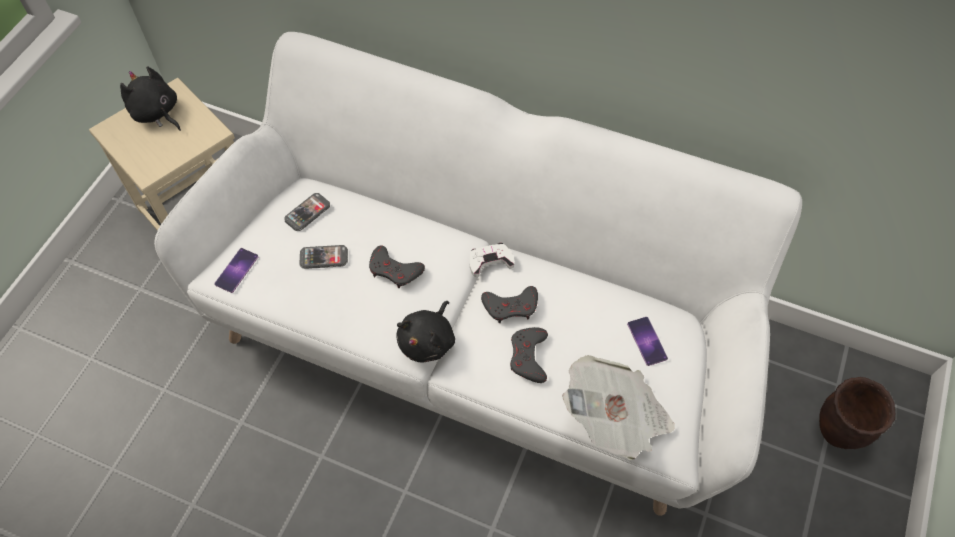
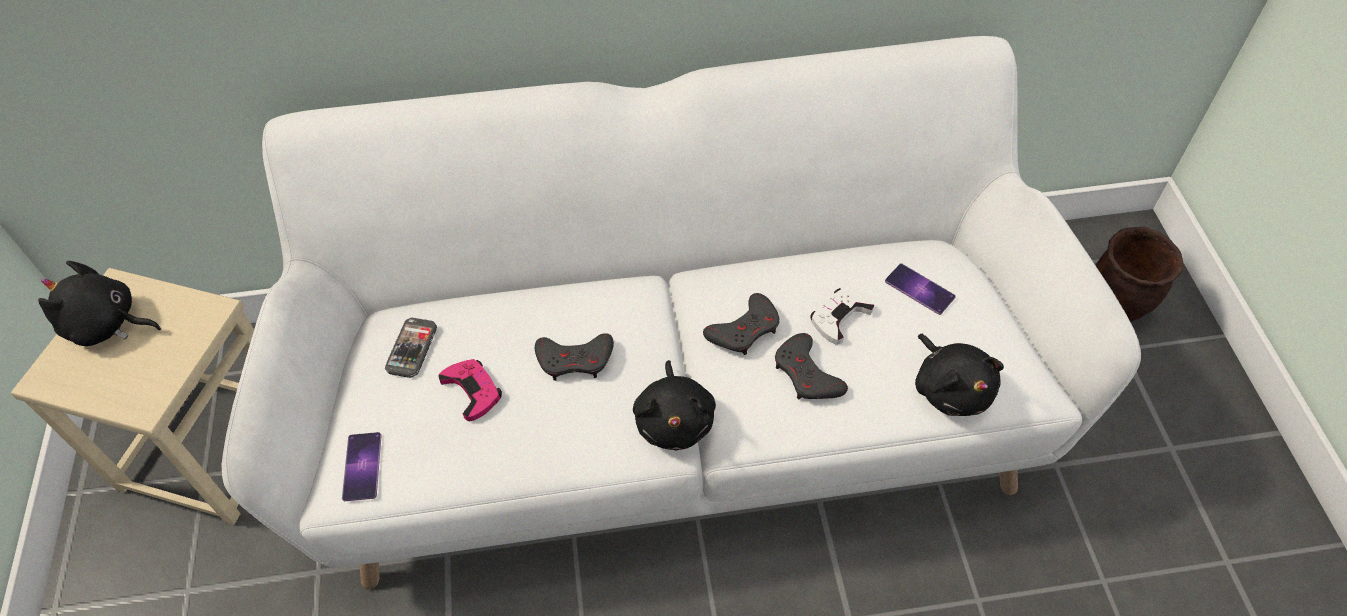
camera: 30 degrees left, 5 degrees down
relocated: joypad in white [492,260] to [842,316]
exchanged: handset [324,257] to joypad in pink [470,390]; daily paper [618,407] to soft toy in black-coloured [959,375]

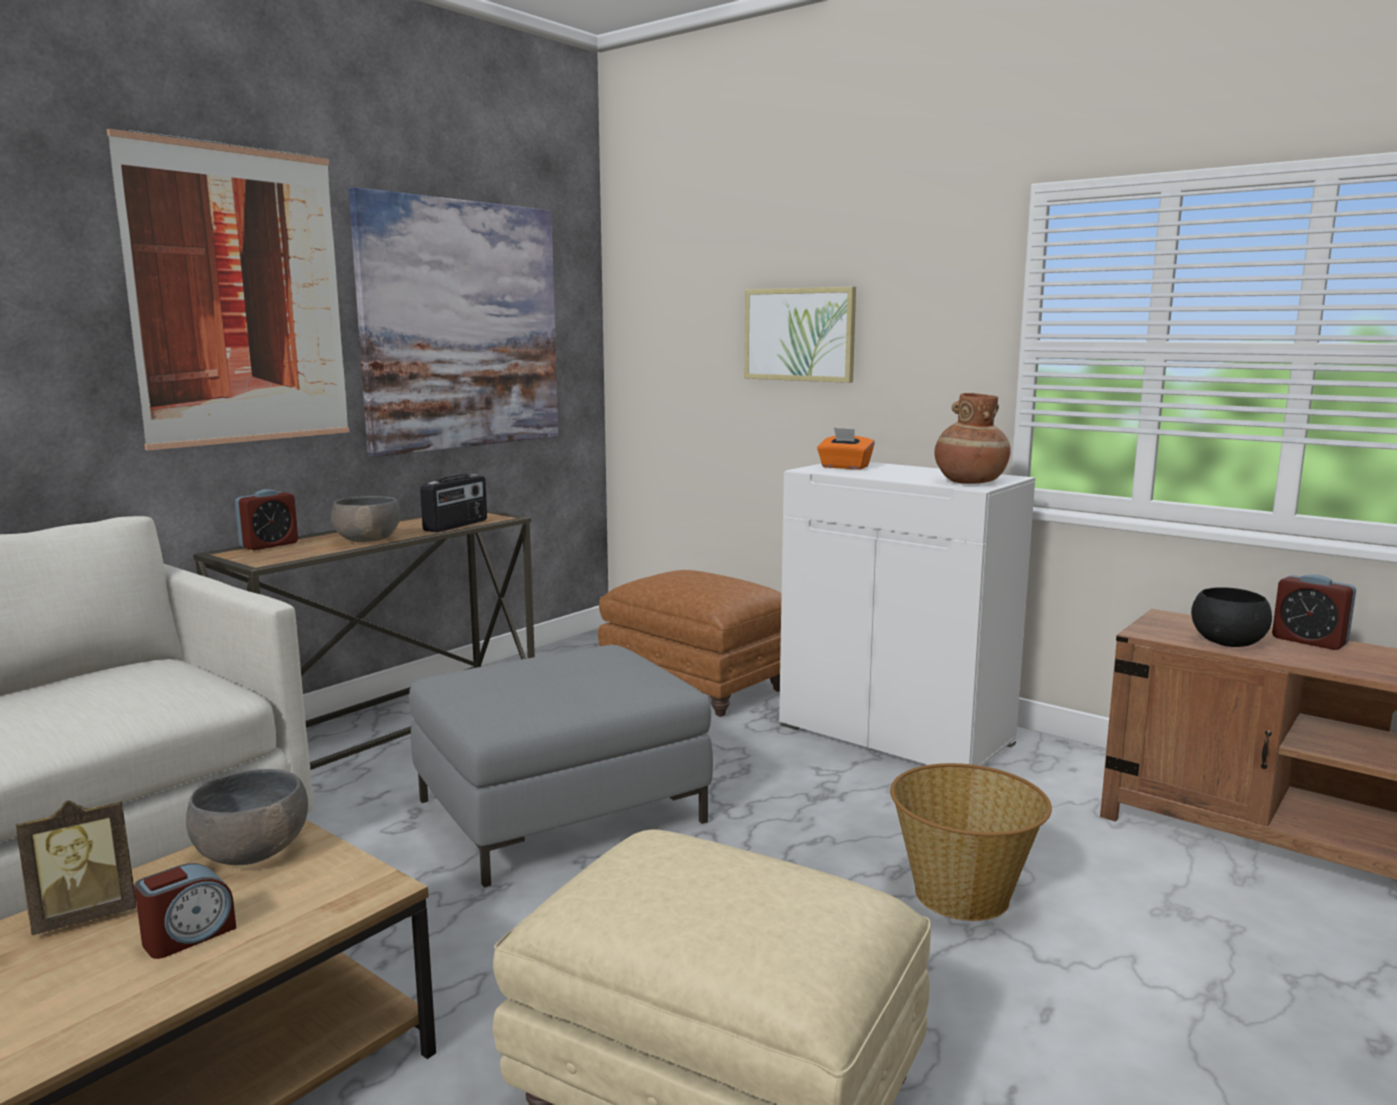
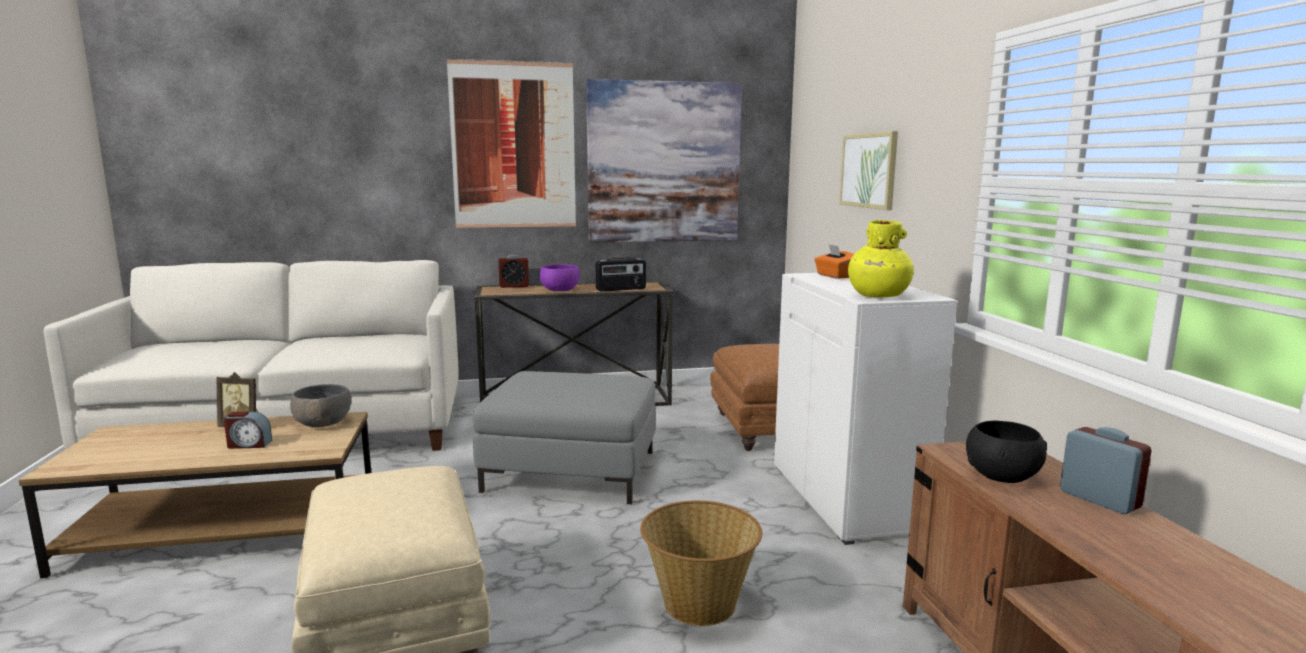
camera: 40 degrees right, 0 degrees up
colour: serving bowl in greyish [366,519] to serving bowl in purple [560,277]; decorative vase in brown [972,438] to decorative vase in yellow-coloured [881,258]
spun: table clock [1314,612] = [1106,470] 150 degrees clockwise

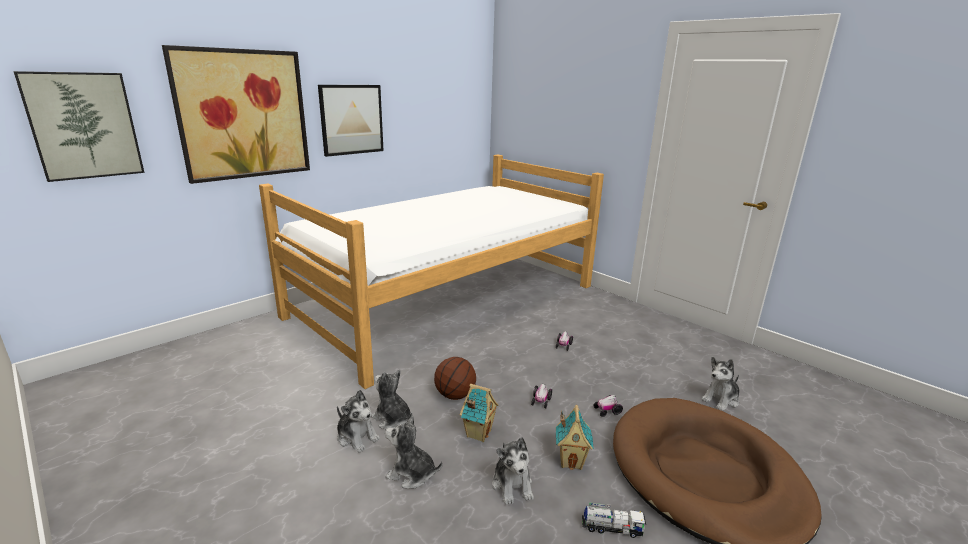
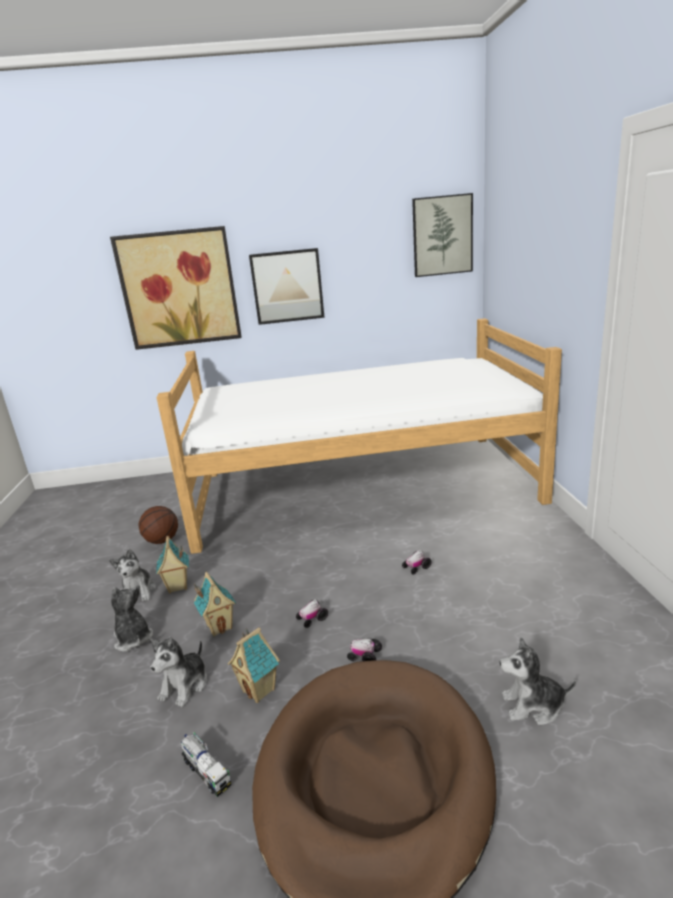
camera: 40 degrees right, 0 degrees up
relocated: picture [79,126] to [442,235]; basketball [455,378] to [158,525]
exchanged: soft toy [391,399] to miniature house [172,564]

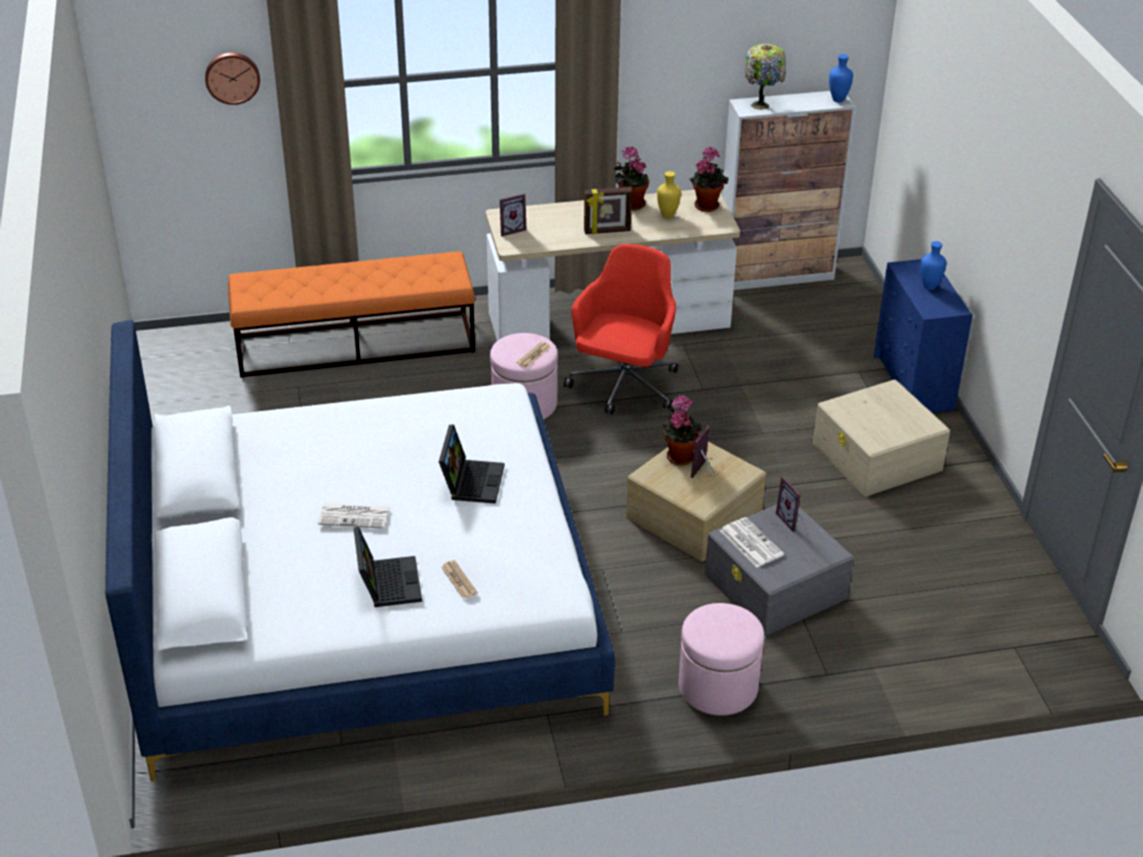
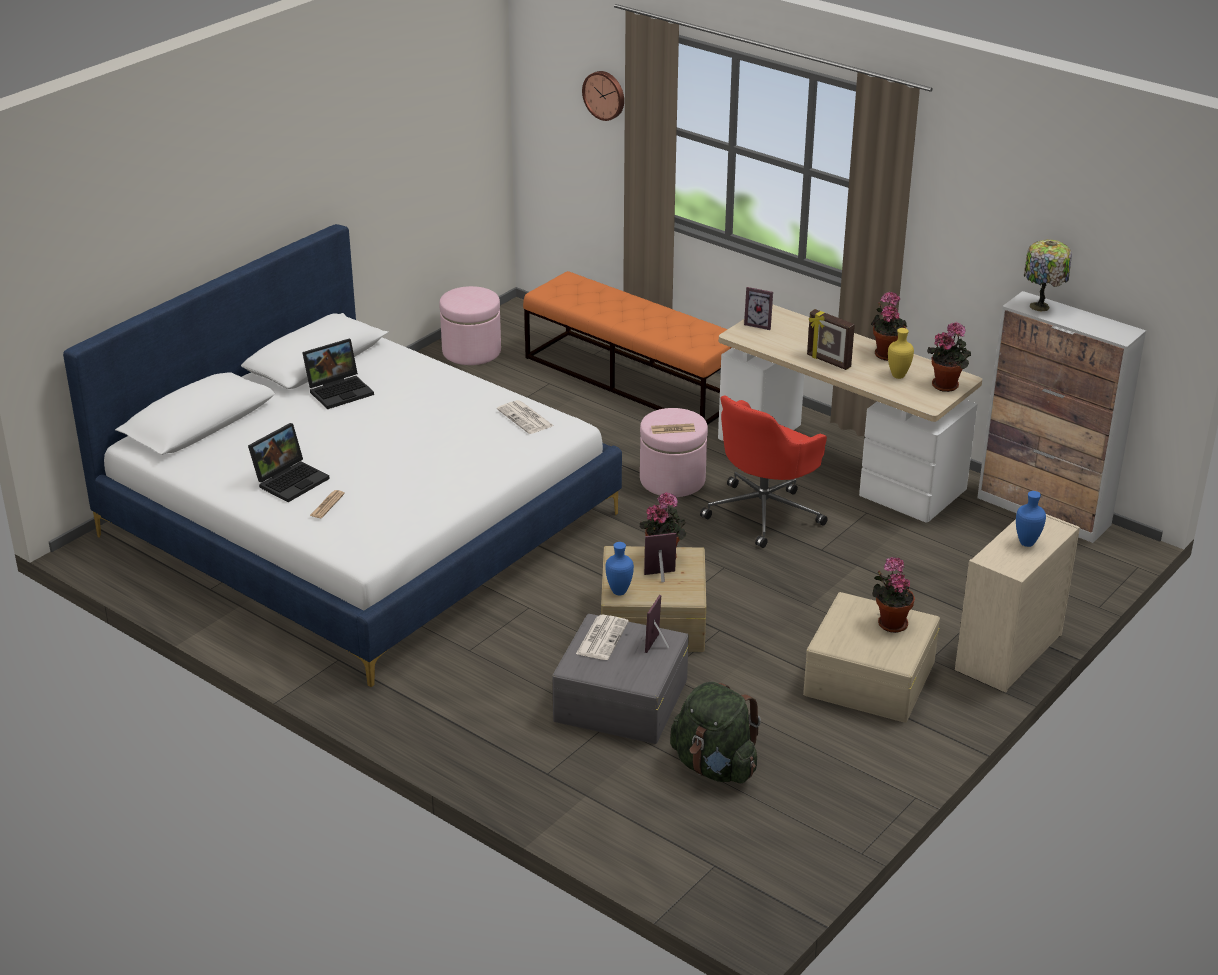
camera: 50 degrees right, 5 degrees down
appeared: knapsack in green [715,733]; houseplant [893,595]
relocated: daily paper [354,516] to [525,417]; portable computer [471,464] to [338,374]; footrest in pink [721,659] to [470,325]; decorative vase in bluish [841,78] to [619,569]
colour: dresser in bluish [923,336] to dresser in beige [1017,603]
spun: desk chair in reddish [621,329] = [764,472] 150 degrees clockwise

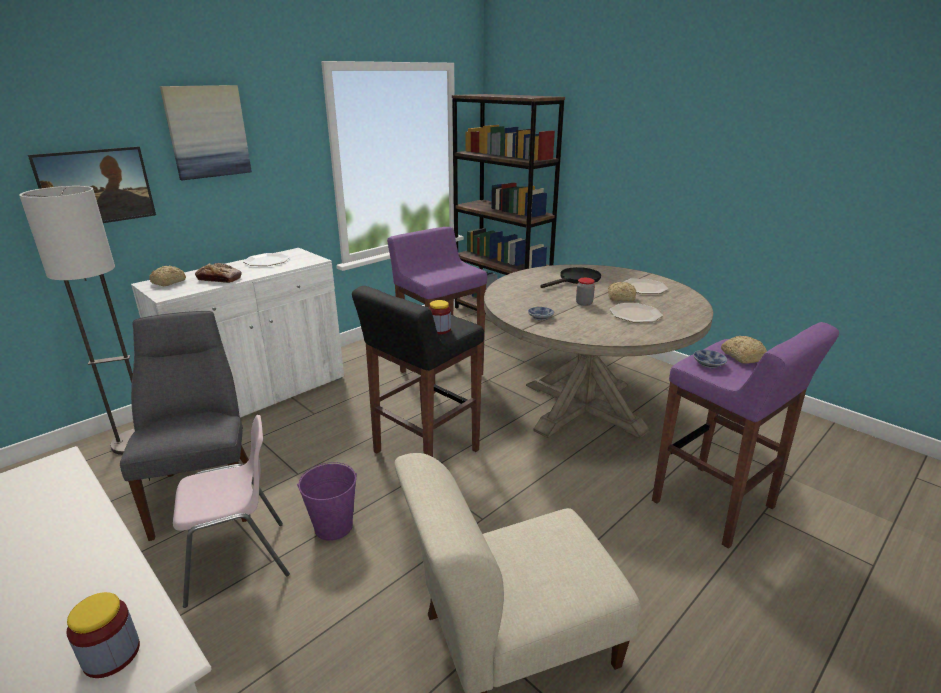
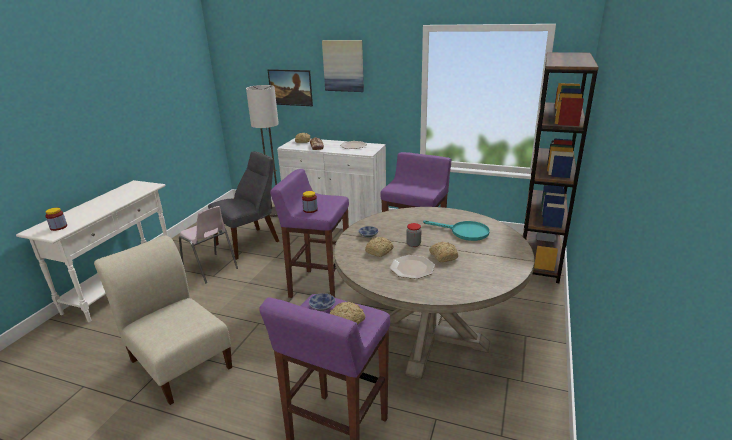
camera: 65 degrees right, 0 degrees up
missing: pail in purple [327,501]; flat dish [646,286]
appeared: bakery bread [379,247]
colour: stool in black-coloured [418,371] to stool in purple [309,233]; pan in black-coloured [571,277] to pan in turquoise [456,230]

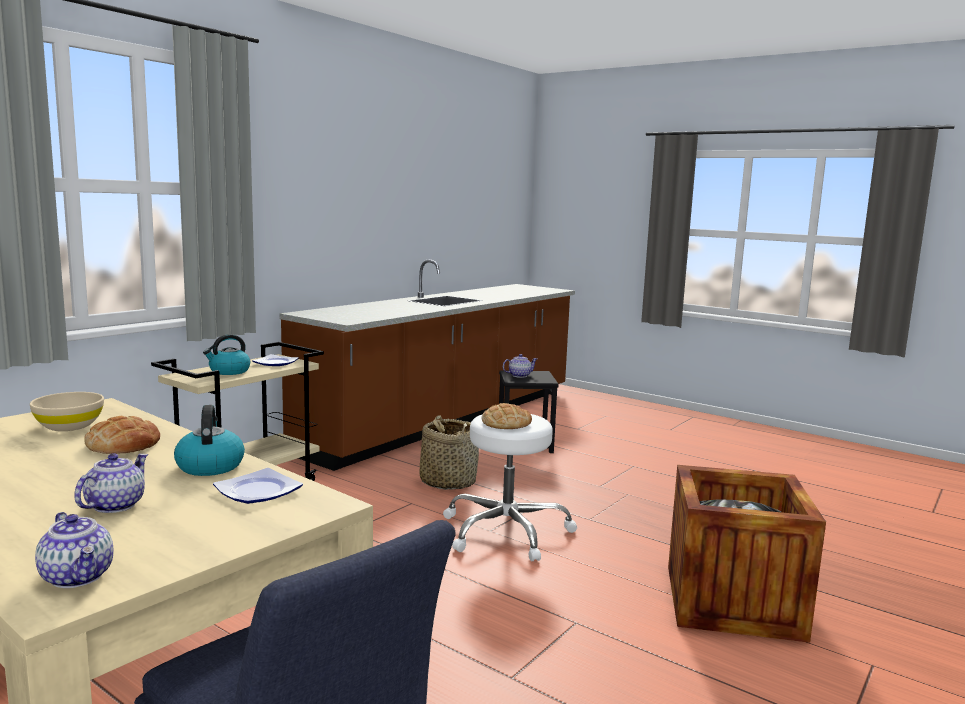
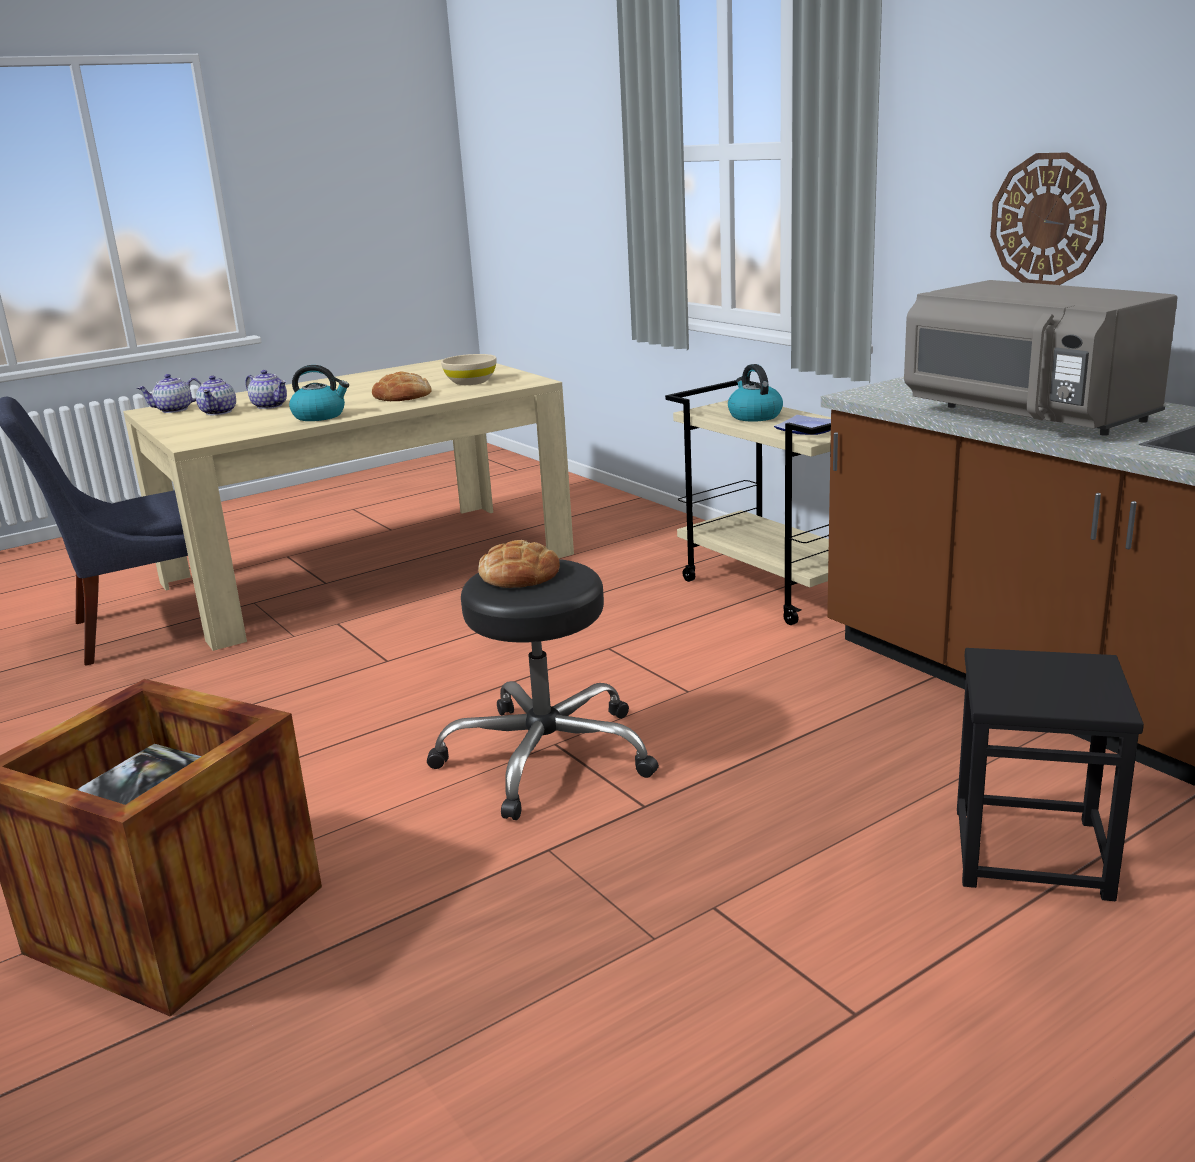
camera: 110 degrees right, 10 degrees up
missing: flat dish [258,486]; storage basket [449,452]
appeared: microwave oven in greyish [1041,358]; clock on the wall [1048,218]
relocated: tea pot [520,366] to [216,395]
colour: stool in white [510,487] to stool in black-coloured [543,689]

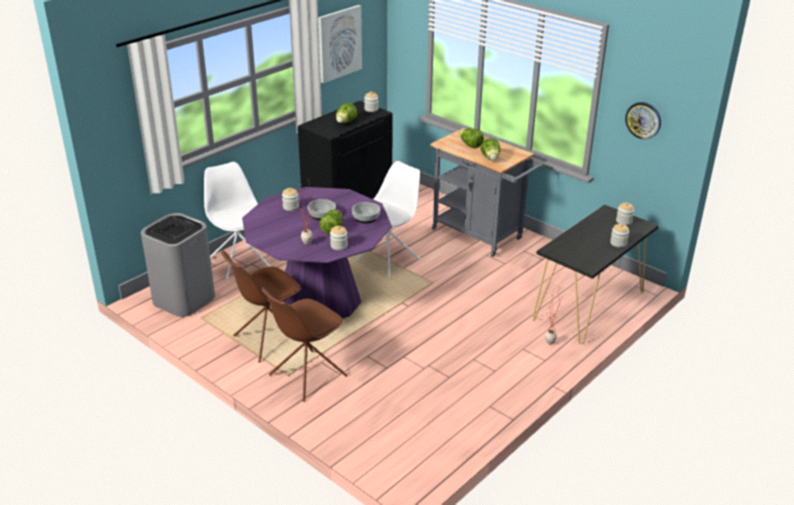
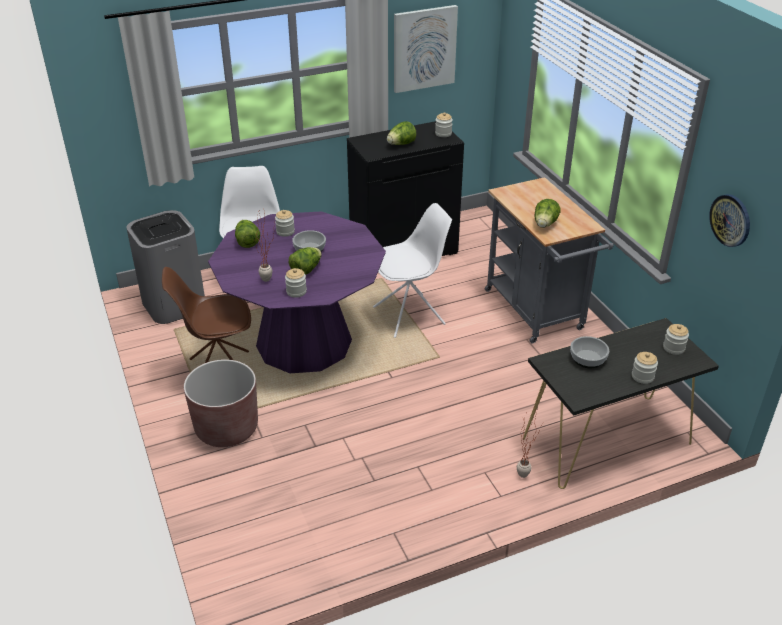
camera: 25 degrees right, 5 degrees up
relocated: serving bowl [366,212] to [589,352]; lettuce [471,138] to [247,234]
exchanged: plain chair in brown [304,344] to flower pot in brown [221,403]

